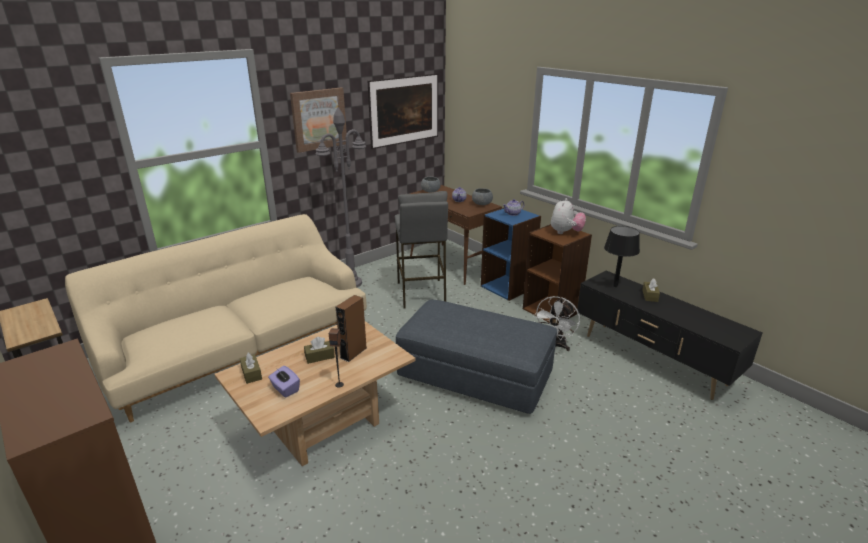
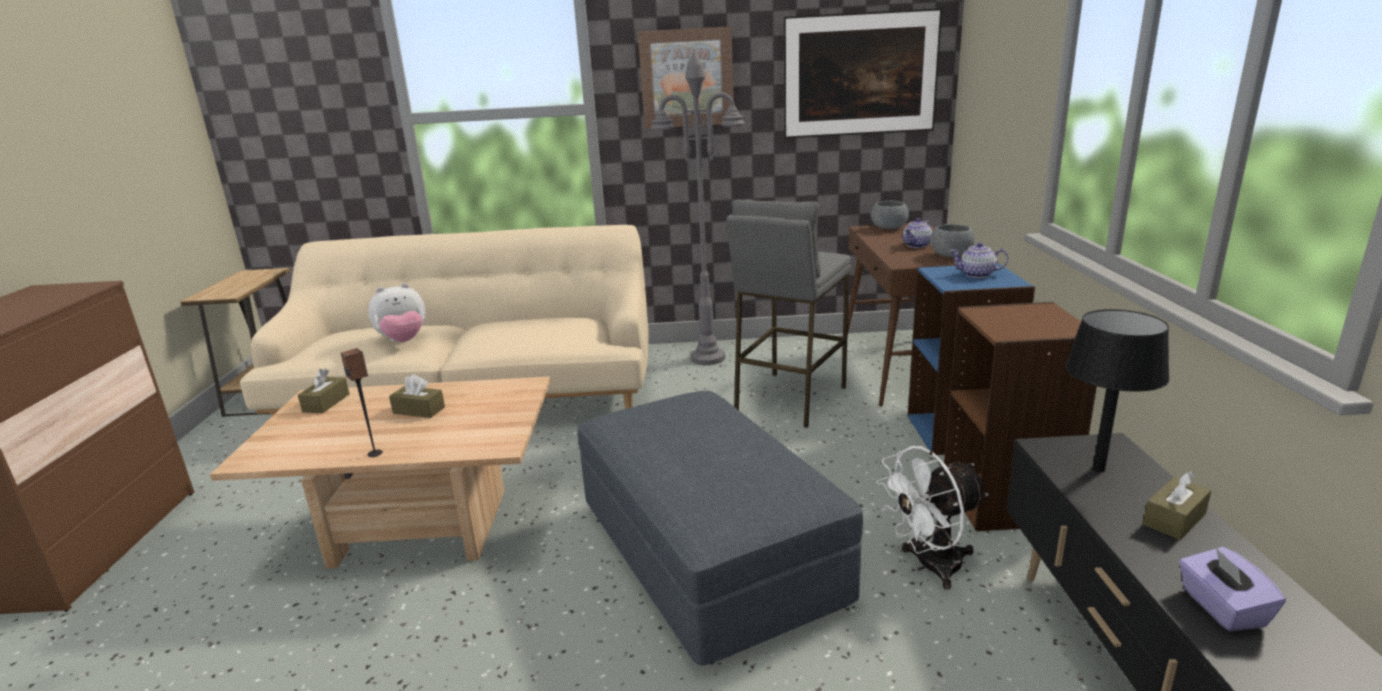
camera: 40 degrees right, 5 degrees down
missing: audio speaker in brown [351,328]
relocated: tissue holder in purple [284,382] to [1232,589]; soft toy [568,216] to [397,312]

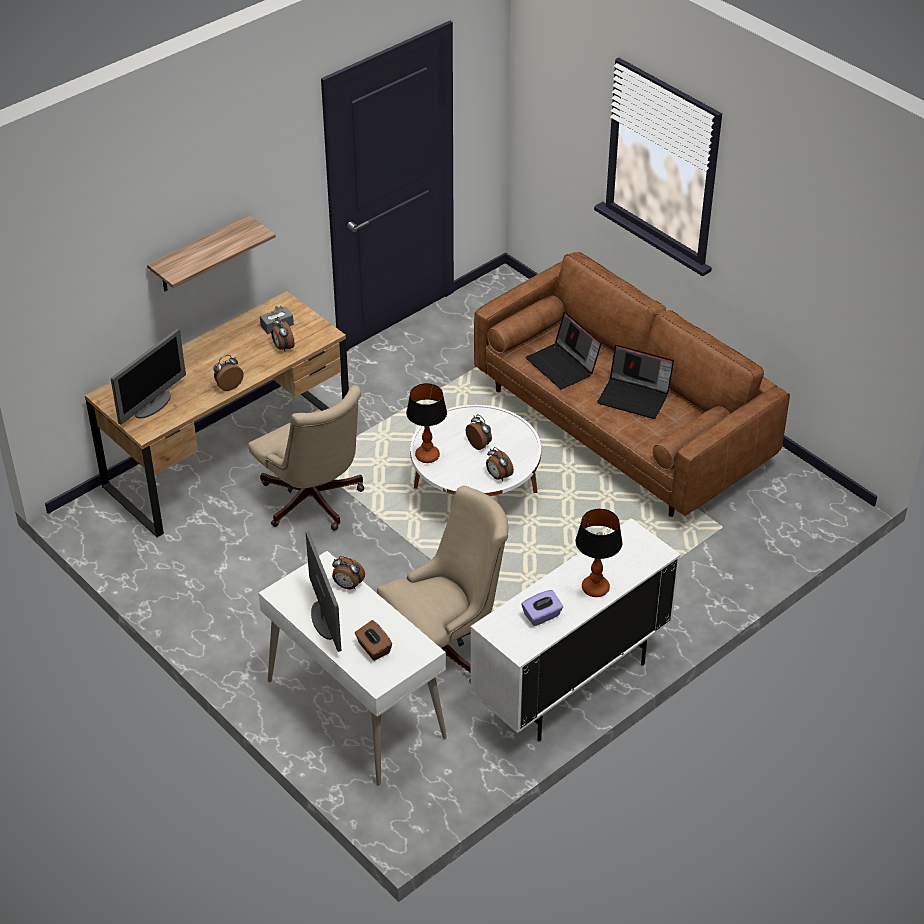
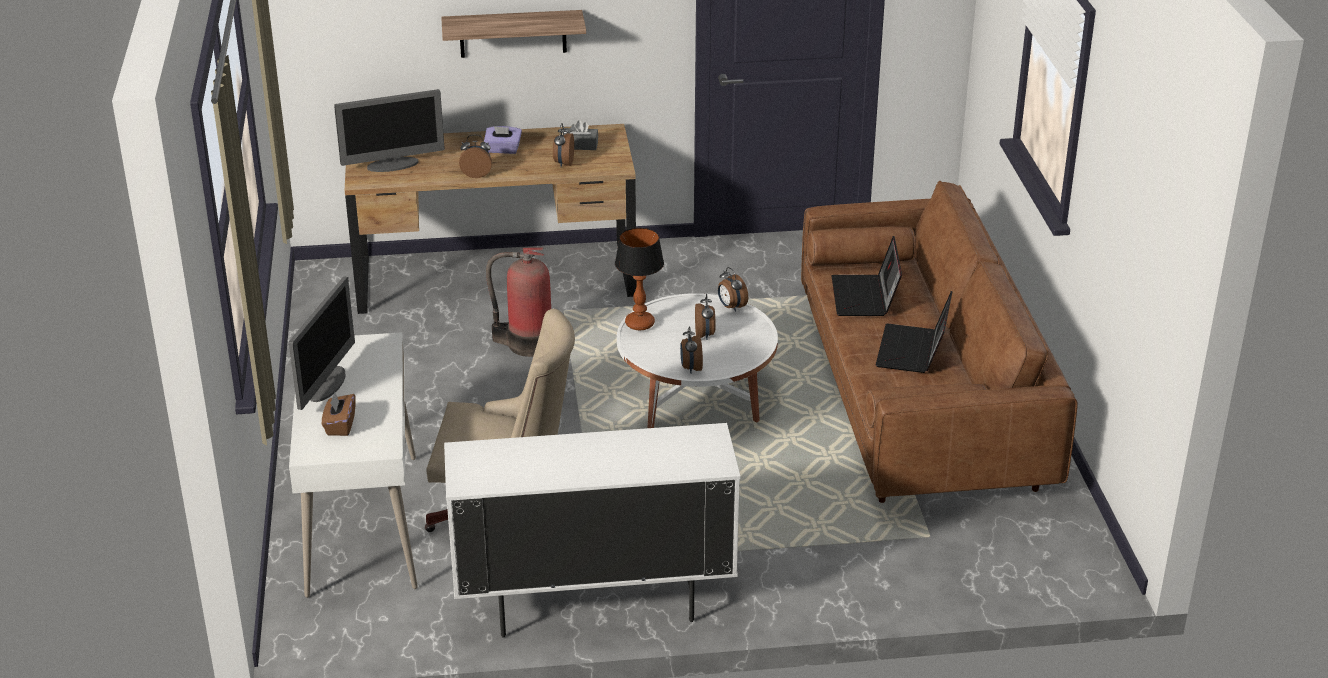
camera: 35 degrees right, 10 degrees down
missing: tabletop lamp [599,553]
relocated: table clock [348,572] to [733,289]; tissue holder in purple [542,608] to [503,140]
exchanged: desk chair in beige [306,458] to fire extinguisher [518,302]
spun: portable computer [635,382] = [914,332] 45 degrees clockwise

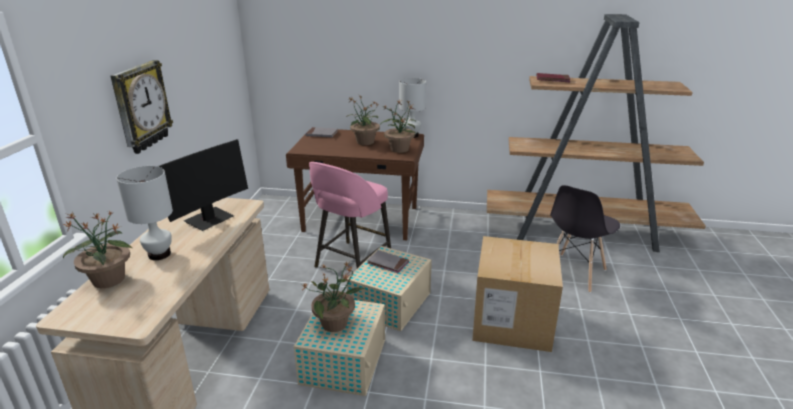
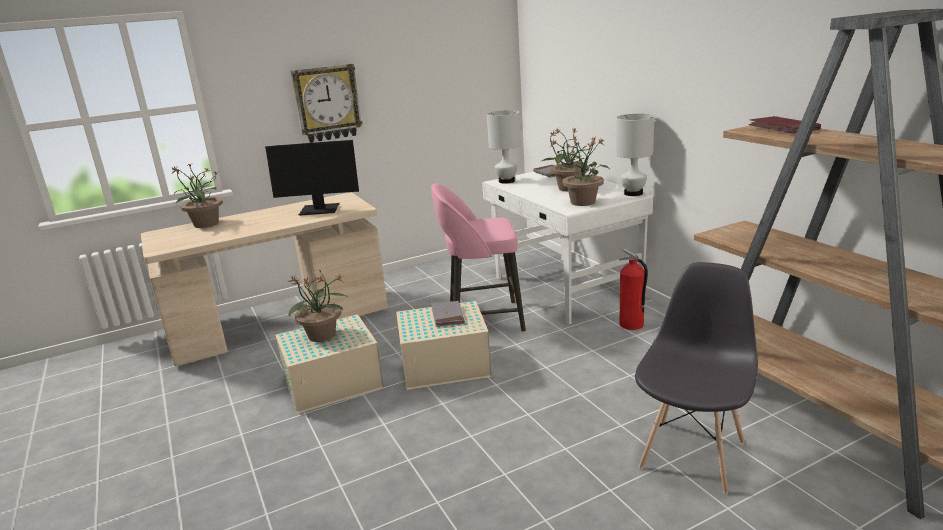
camera: 55 degrees right, 5 degrees down
missing: cardboard box [517,294]
appeared: fire extinguisher [633,289]
relocated: tabletop lamp in white [144,213] to [504,147]
colour: desk in brown [355,184] to desk in white [567,248]
spun: plain chair in greyish [585,239] = [696,378] 120 degrees clockwise

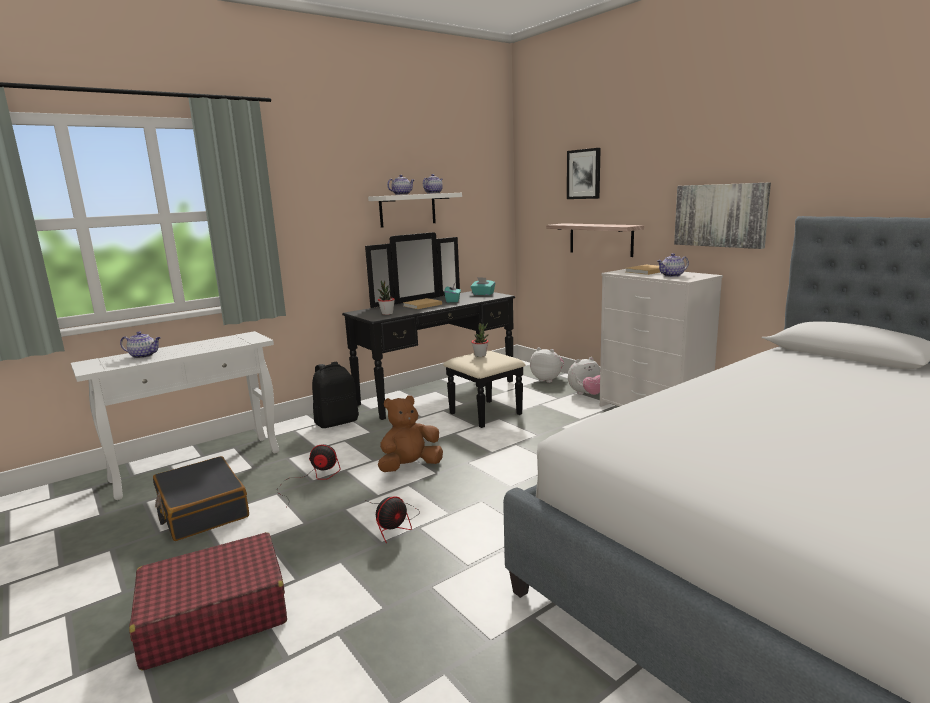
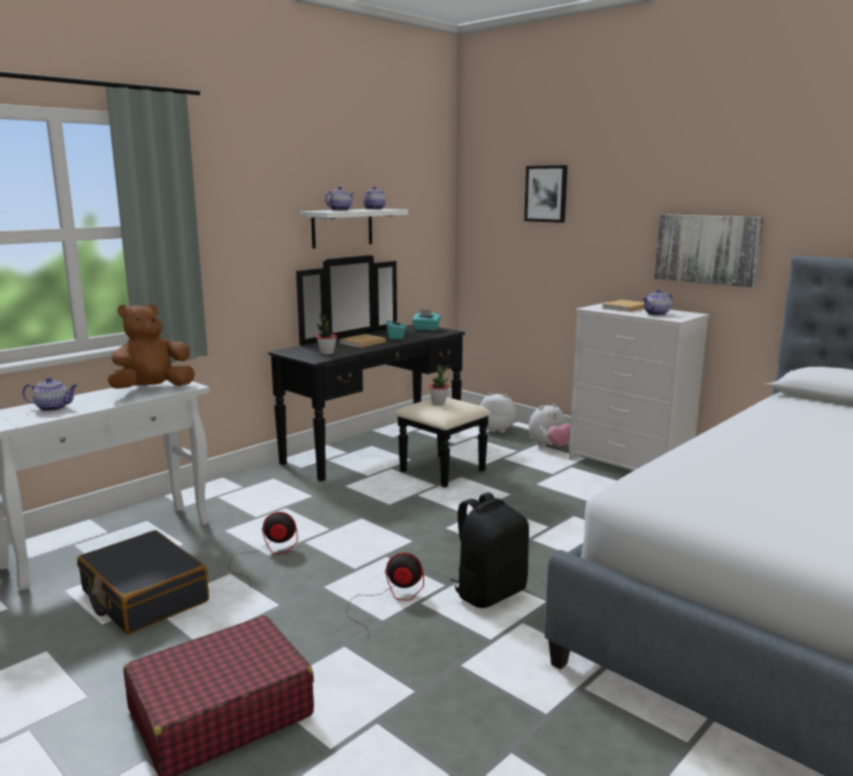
camera: 10 degrees left, 0 degrees up
missing: shelf [595,240]
relocated: knapsack in black-coloured [335,395] to [489,550]; soft toy in brown [410,433] to [151,346]
spun: electric fan [393,519] = [385,597] 120 degrees counterclockwise

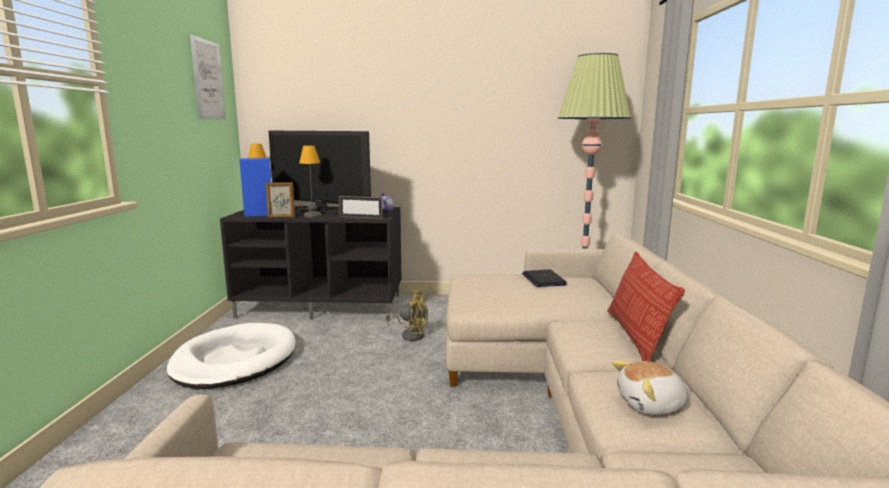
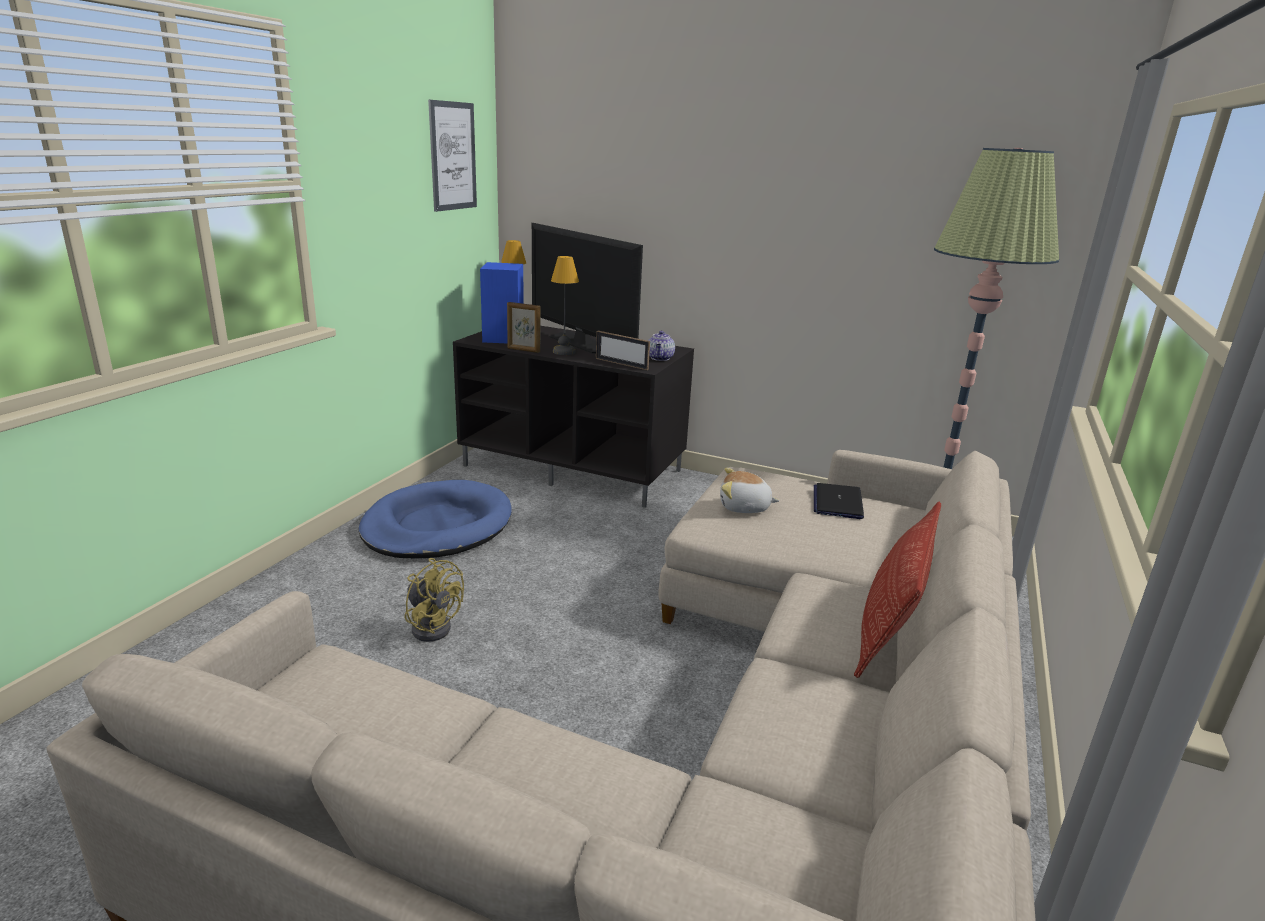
camera: 20 degrees right, 10 degrees up
relocated: electric fan in yellow-coloured [406,315] to [434,600]; soft toy [650,387] to [749,490]
colour: pet bed in white [231,356] to pet bed in bluish [435,519]

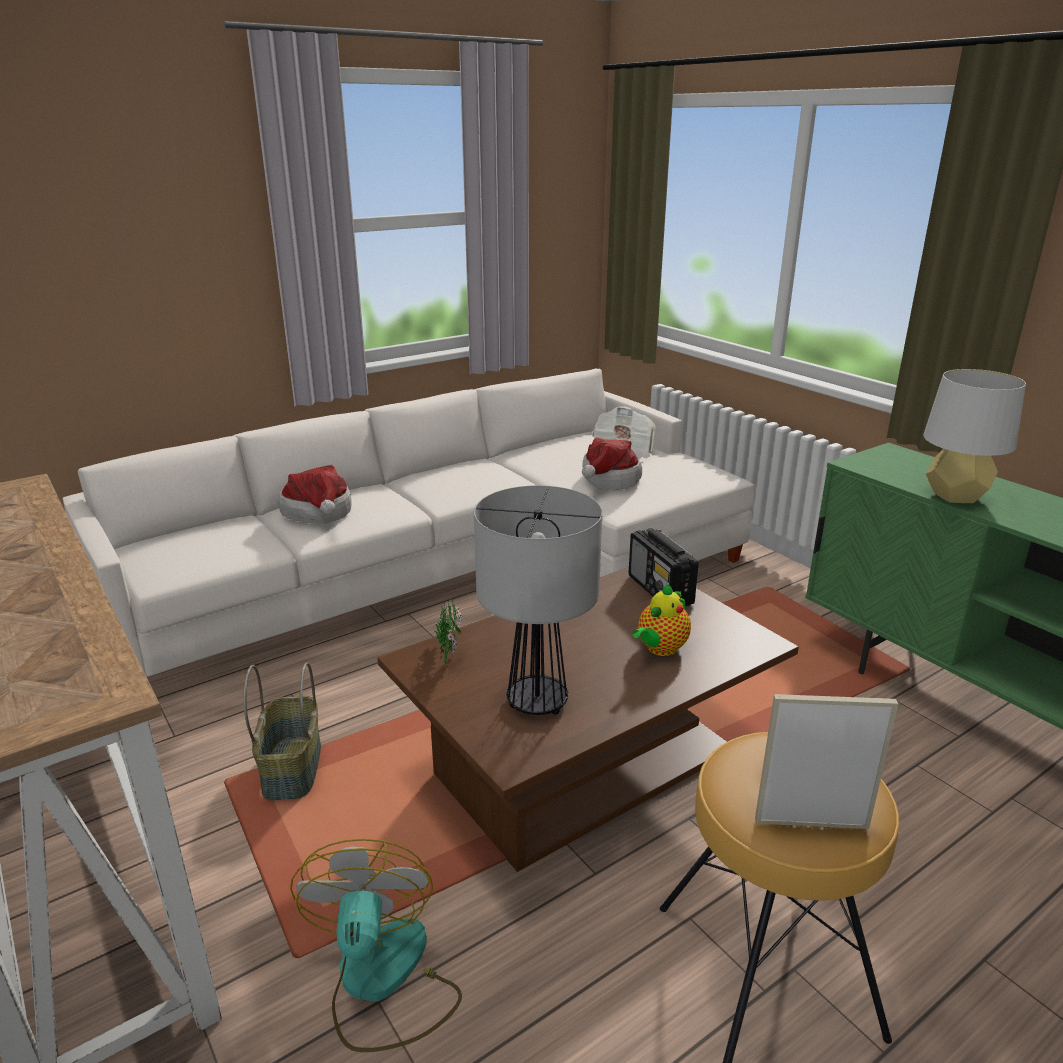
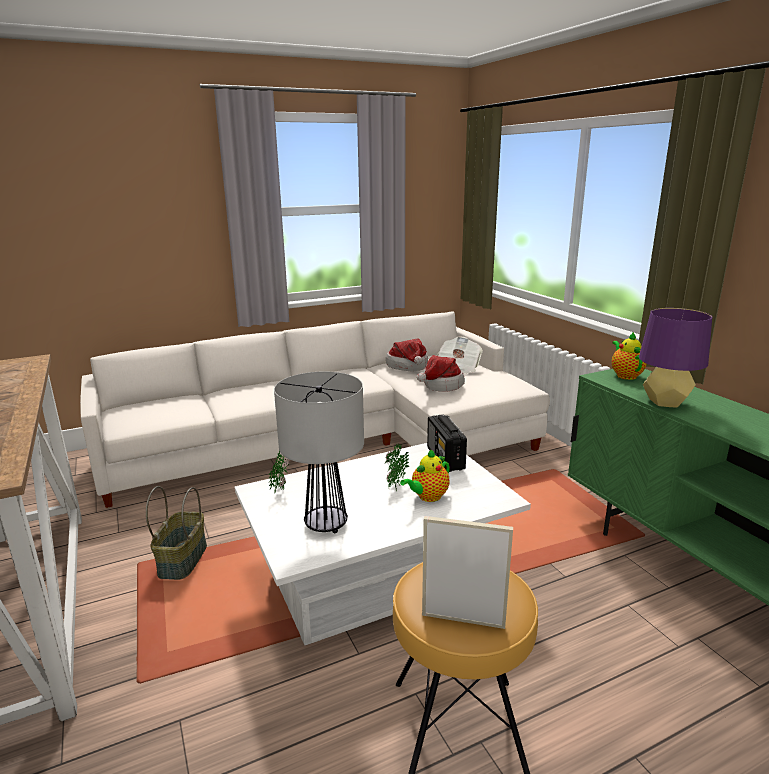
camera: 10 degrees right, 5 degrees down
missing: electric fan [376,945]
appeared: houseplant [397,467]; tea pot [629,356]
relocated: wearable hat [315,494] to [407,355]
colour: low table in brown [588,719] to low table in white [383,544]; tabletop lamp in greyish [974,436] to tabletop lamp in purple [675,358]

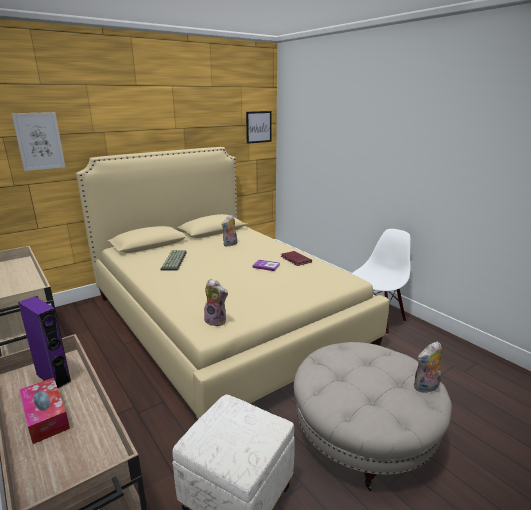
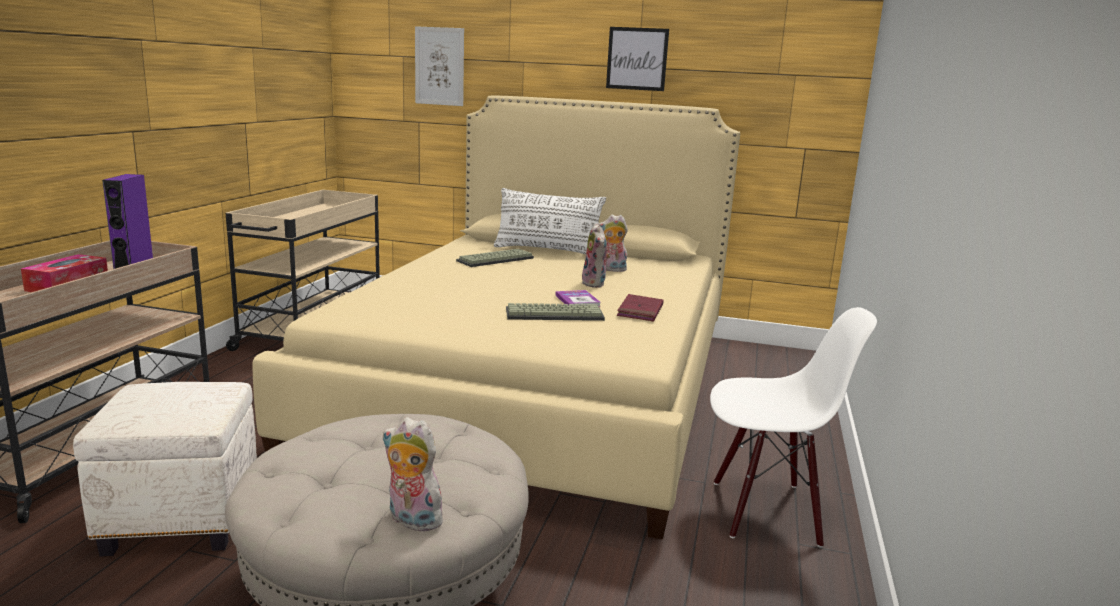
camera: 50 degrees right, 5 degrees down
appeared: pillow in white [550,221]; PC keyboard [555,312]
relocated: soft toy [216,303] to [596,255]; picture [259,127] to [637,59]

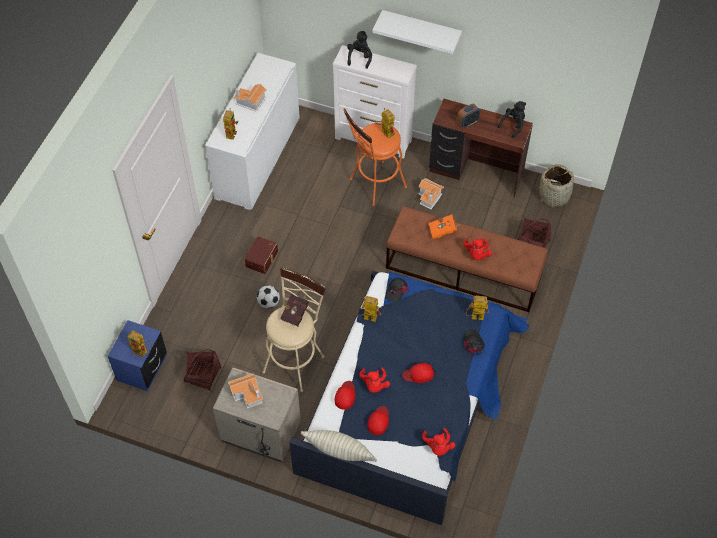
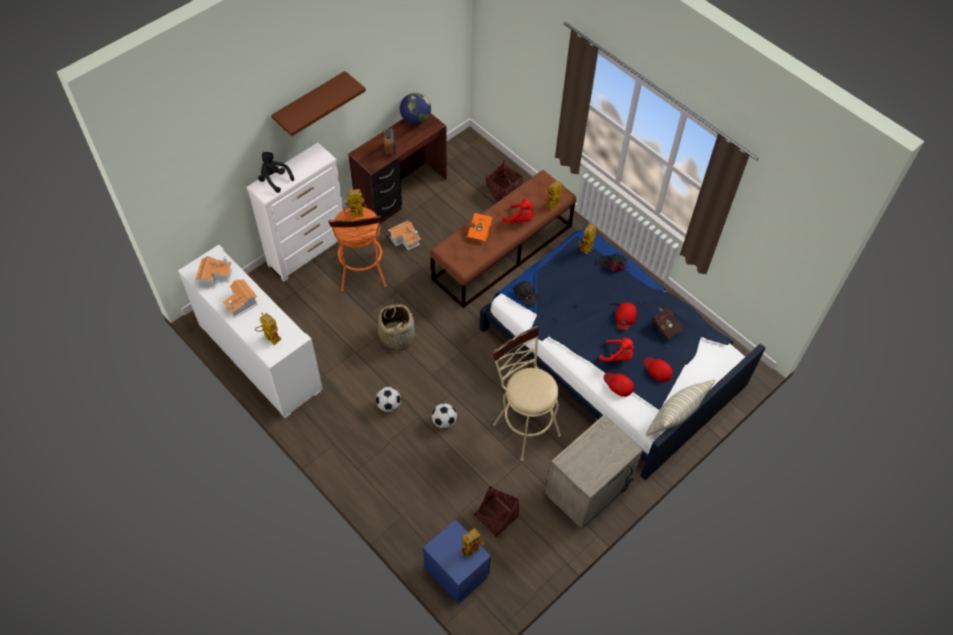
camera: 65 degrees left, 0 degrees up
missing: soft toy in reddish [438,442]
relocated: miniature house [245,391] to [213,272]; bound book in reddish [294,310] to [668,324]; robot figure [369,309] to [553,195]; storage basket [557,186] to [396,327]
exchanged: storage container in brown [261,255] to football [388,399]; soft toy in black-coloured [512,119] to globe [415,109]
colour: shelf in white [417,32] to shelf in brown [318,103]

